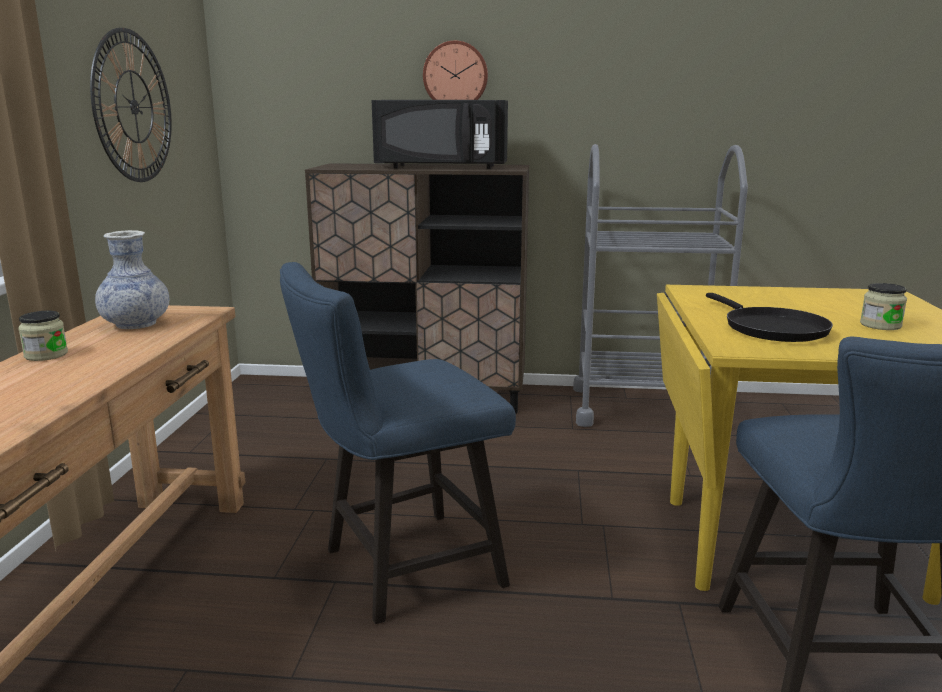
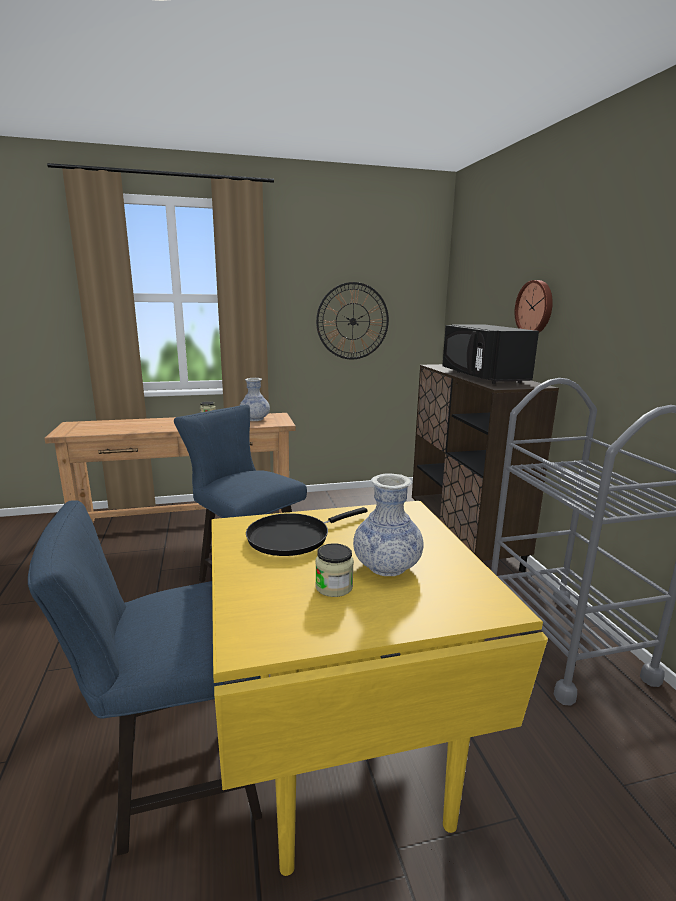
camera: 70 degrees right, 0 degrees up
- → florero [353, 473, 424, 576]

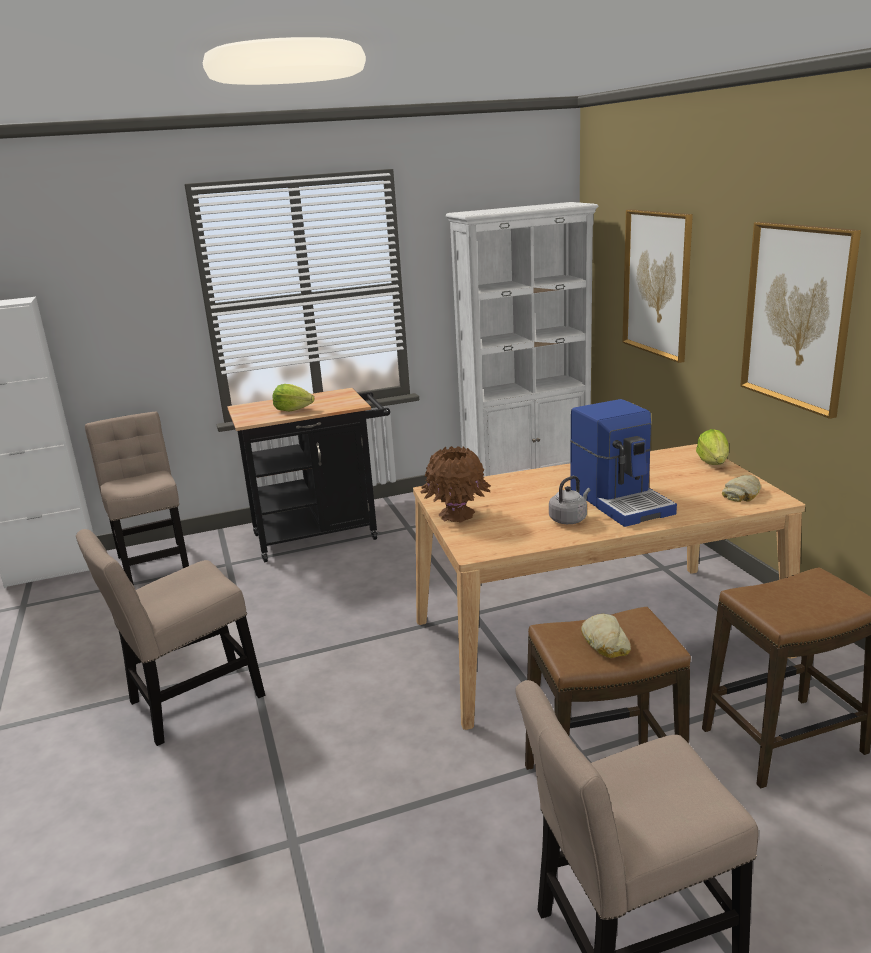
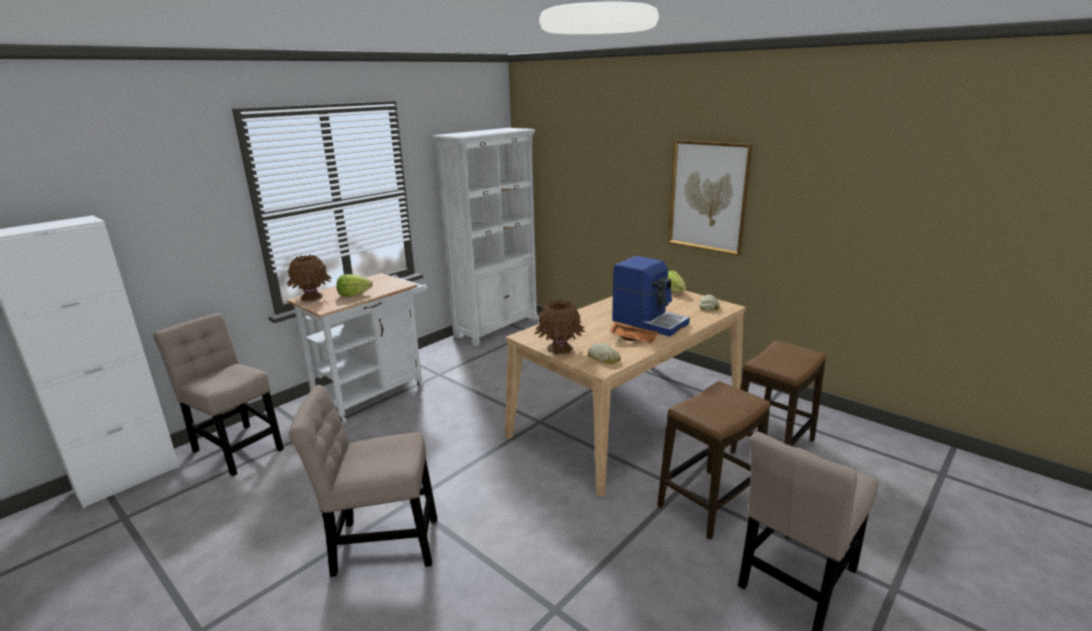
camera: 30 degrees left, 0 degrees up
cuadro [622, 209, 693, 363] → -
carrito (negro) [227, 388, 390, 562] → carrito (blanco) [287, 273, 428, 424]
hervidor (gris) [549, 476, 590, 524] → bandeja (naranja) [609, 322, 658, 343]
silla (beis) [76, 529, 265, 746] → silla (beis) [289, 385, 437, 577], 60 degrees clockwise
pan [581, 614, 631, 658] → pan [588, 343, 621, 364], moved
- → florero (marrón) [286, 254, 331, 301]

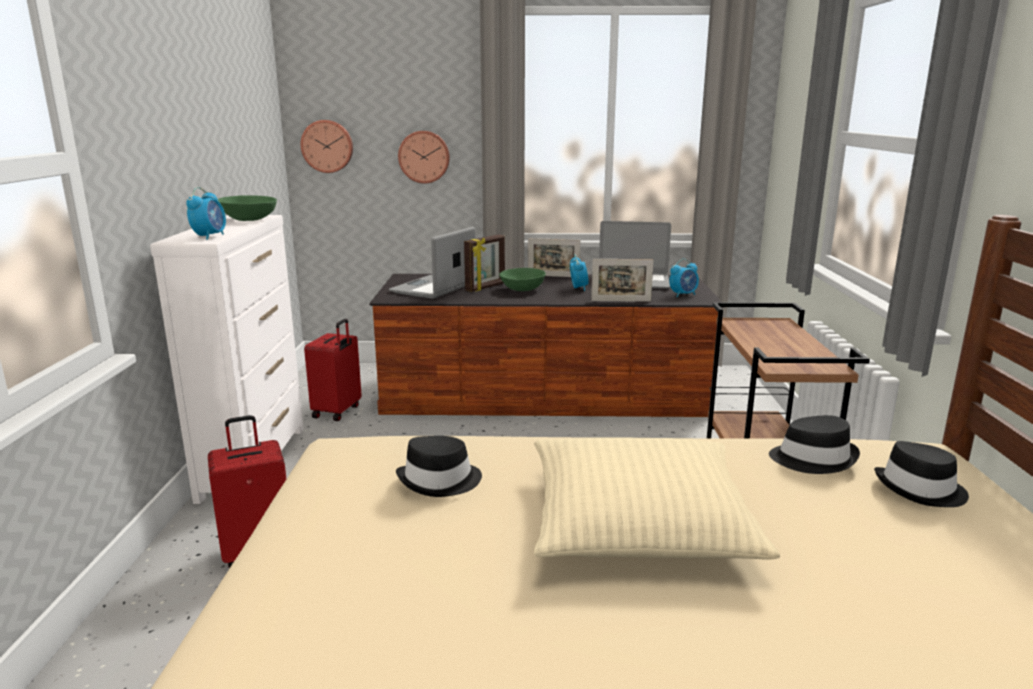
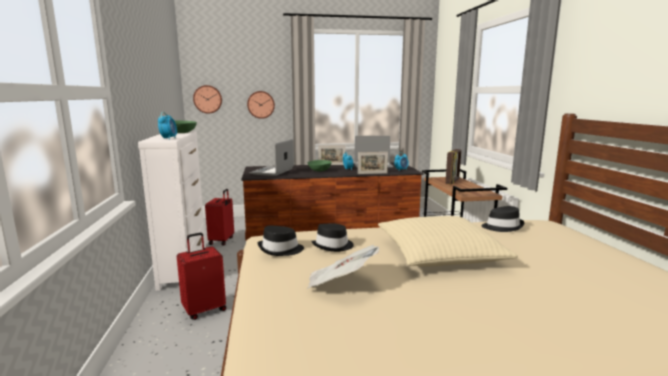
camera: 10 degrees left, 5 degrees down
portarretratos [464, 235, 505, 292] → portarretratos [445, 149, 461, 184], moved
sombrero (negro) [874, 441, 969, 507] → sombrero (negro) [258, 226, 304, 256], moved
- → periódico [307, 245, 380, 289]

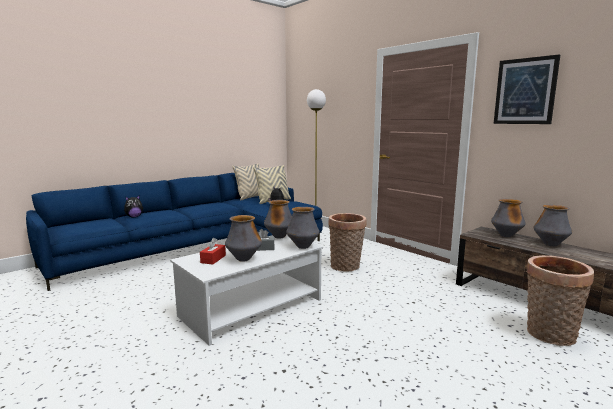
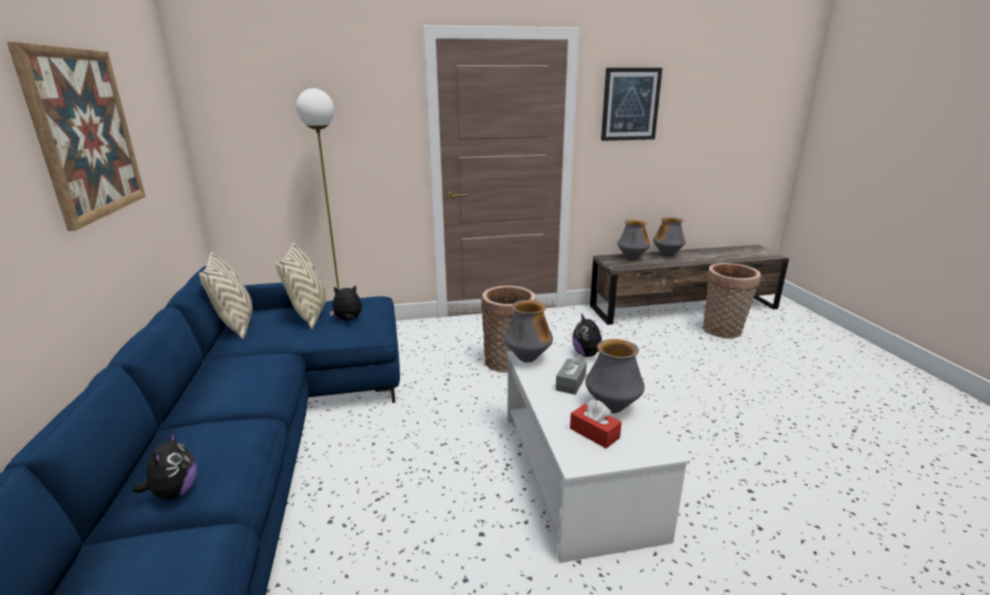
camera: 60 degrees left, 10 degrees up
florero [286, 207, 320, 249] → peluche [572, 313, 602, 357]
- → cuadro [7, 42, 146, 231]

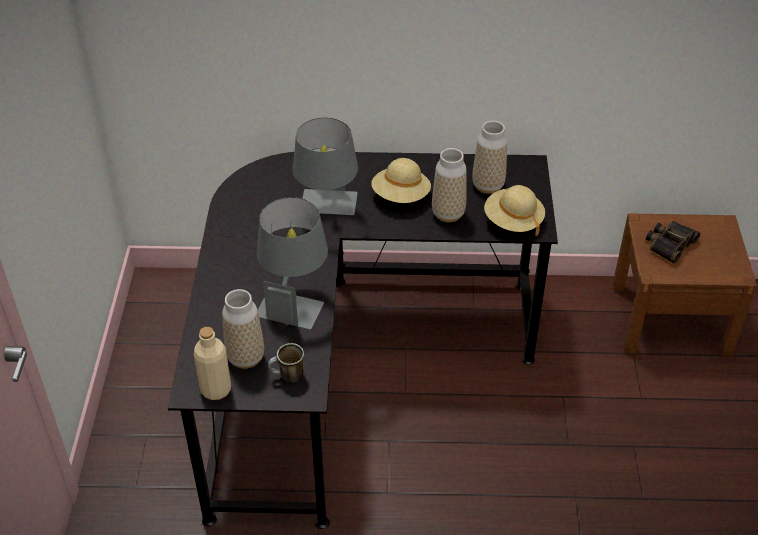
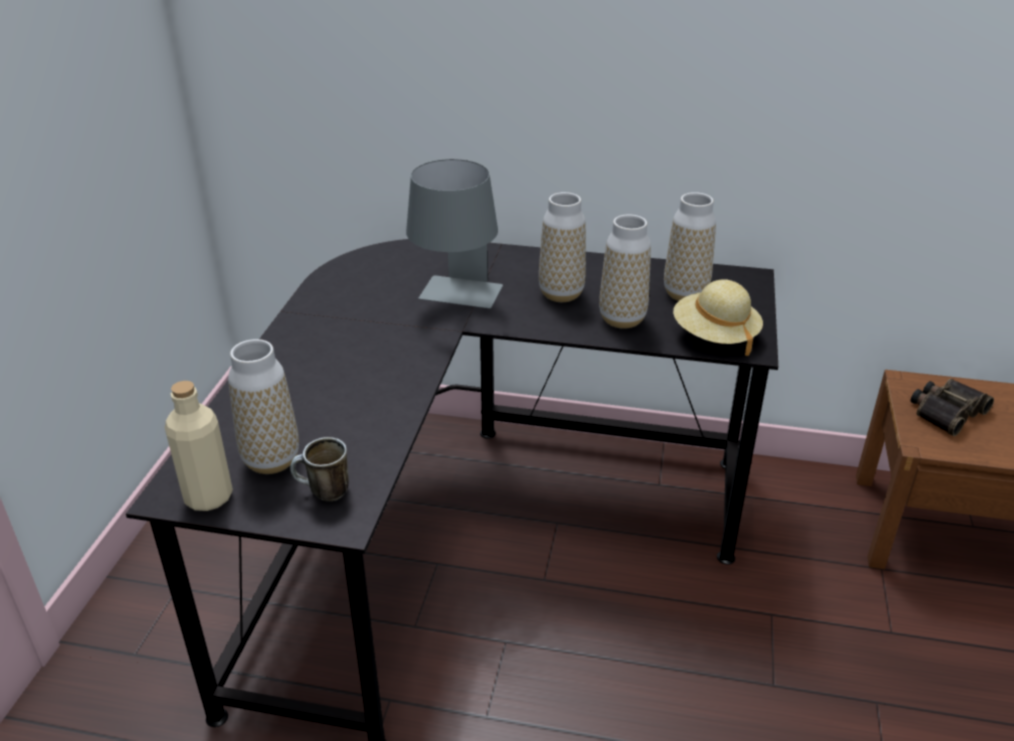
camera: 10 degrees right, 10 degrees down
sombrero (beis) [371, 158, 431, 203] → florero [539, 192, 586, 302]
lámpara de mesa (gris) [257, 197, 328, 330] → -

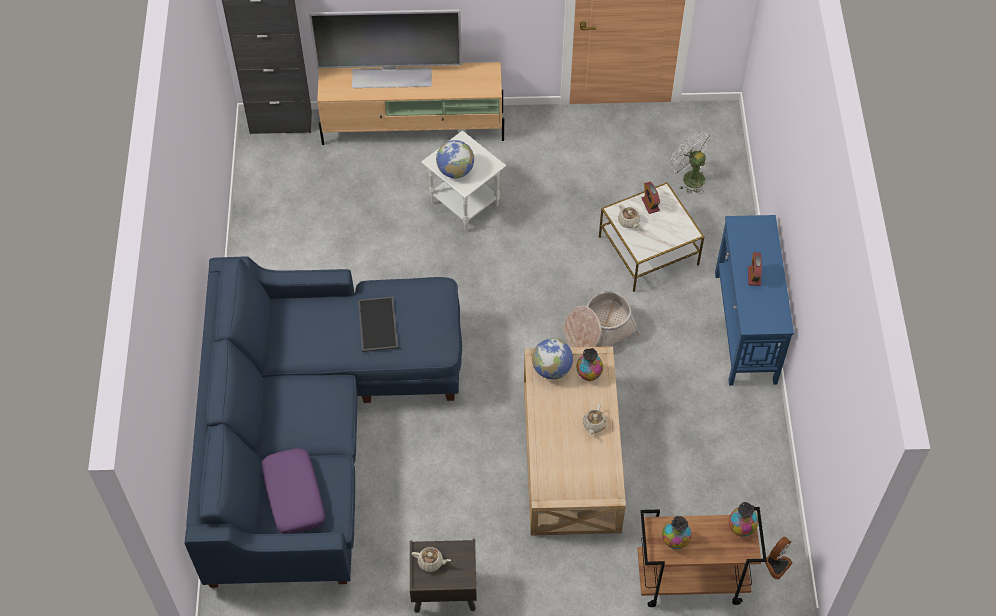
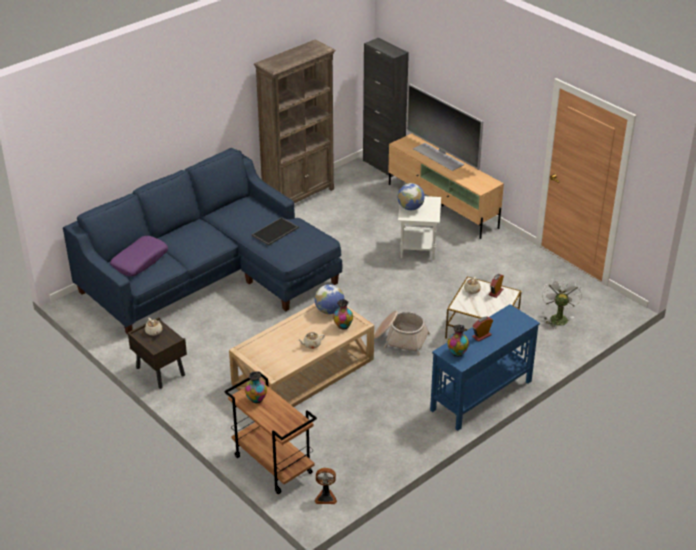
camera: 50 degrees right, 20 degrees down
florero [729, 502, 758, 536] → florero [448, 324, 469, 357], moved
- → estantería (marrón) [254, 40, 336, 203]

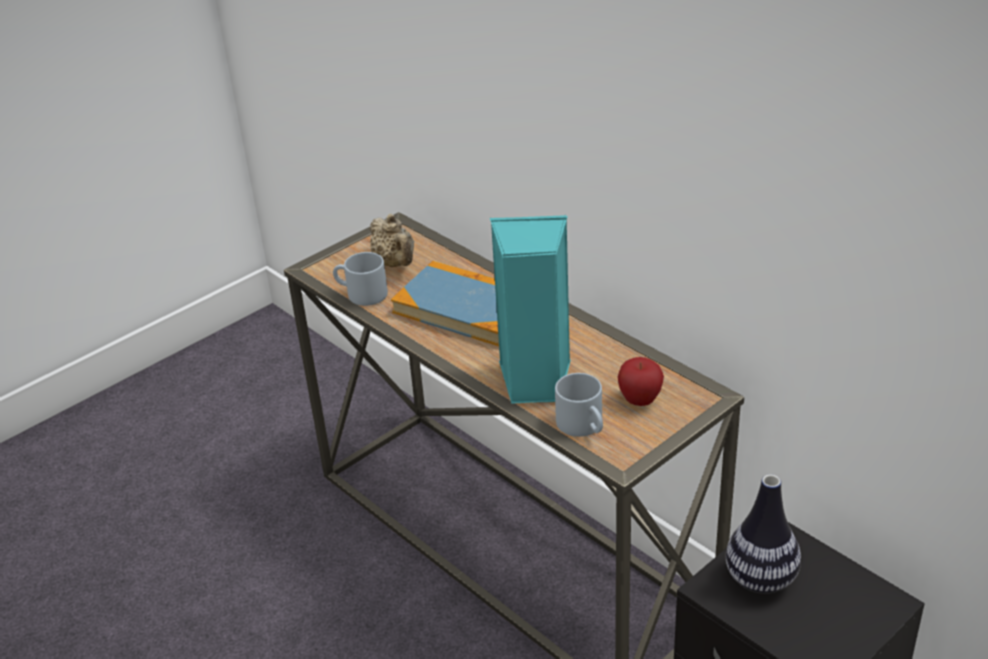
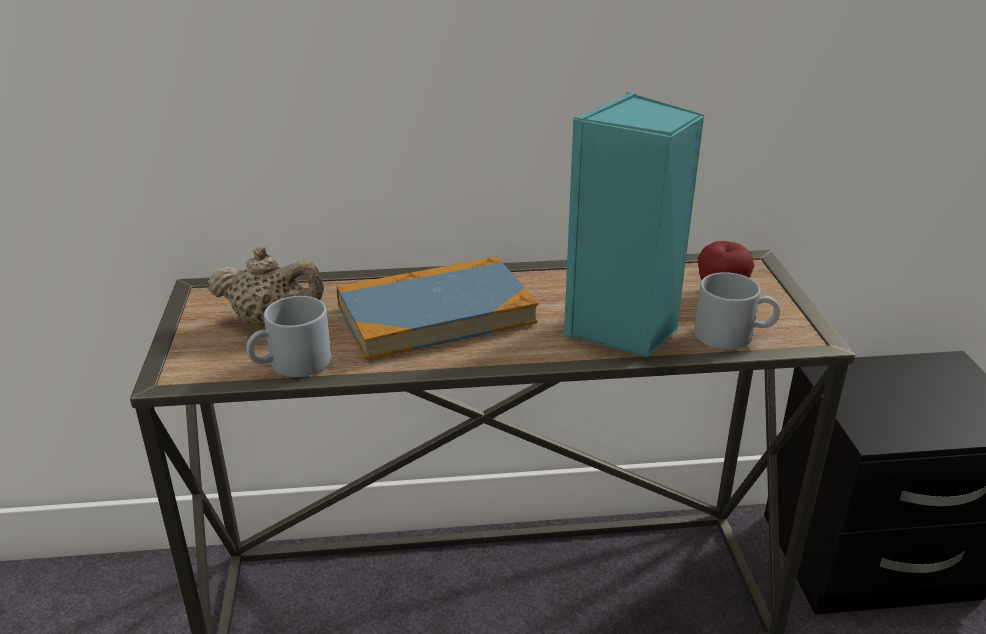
camera: 55 degrees left, 5 degrees down
florero [726, 474, 801, 594] → -

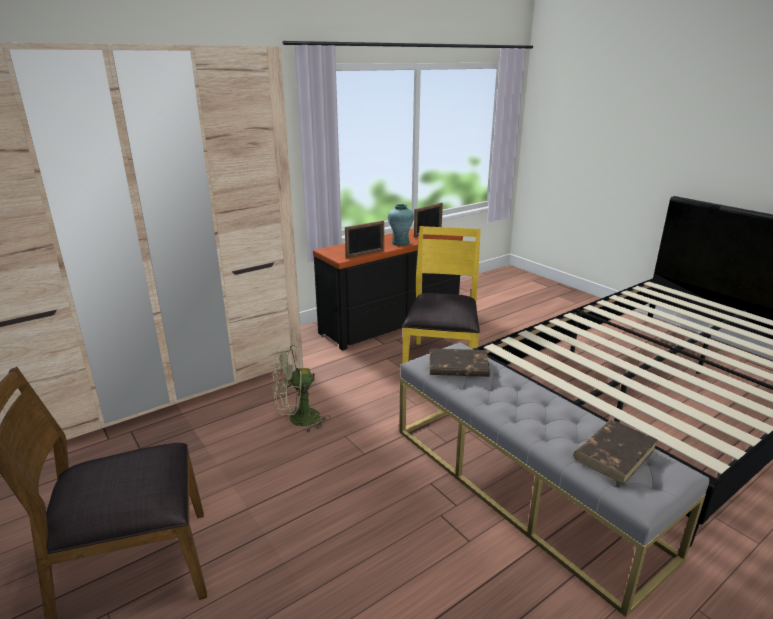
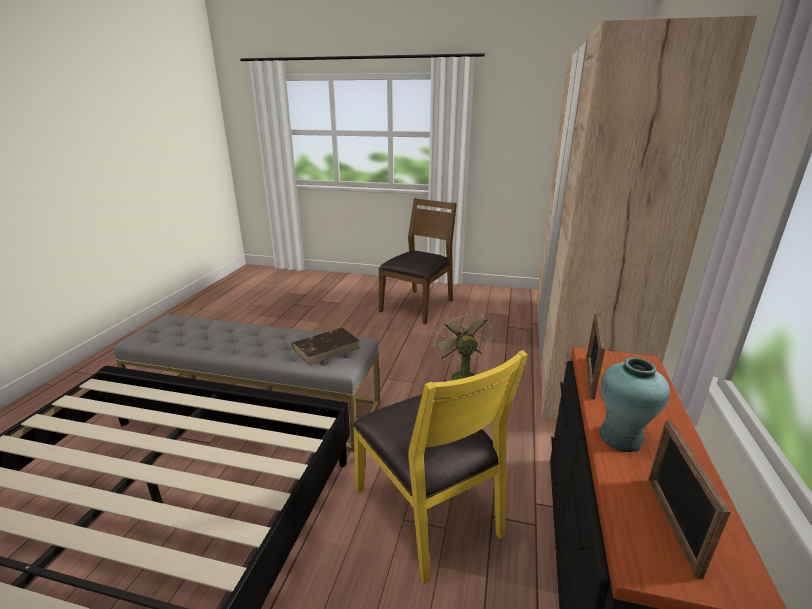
camera: 140 degrees right, 0 degrees up
ventilador (verde) [272, 344, 331, 434] → ventilador (verde) [433, 309, 492, 382], 45 degrees counterclockwise
libro (marrón) [573, 420, 658, 485] → -

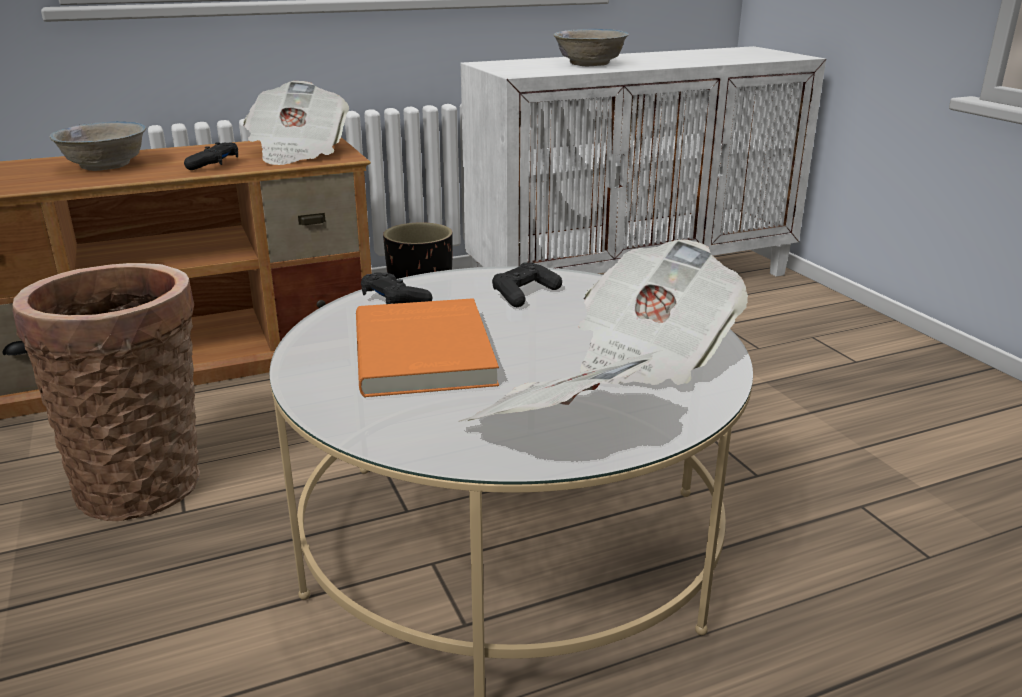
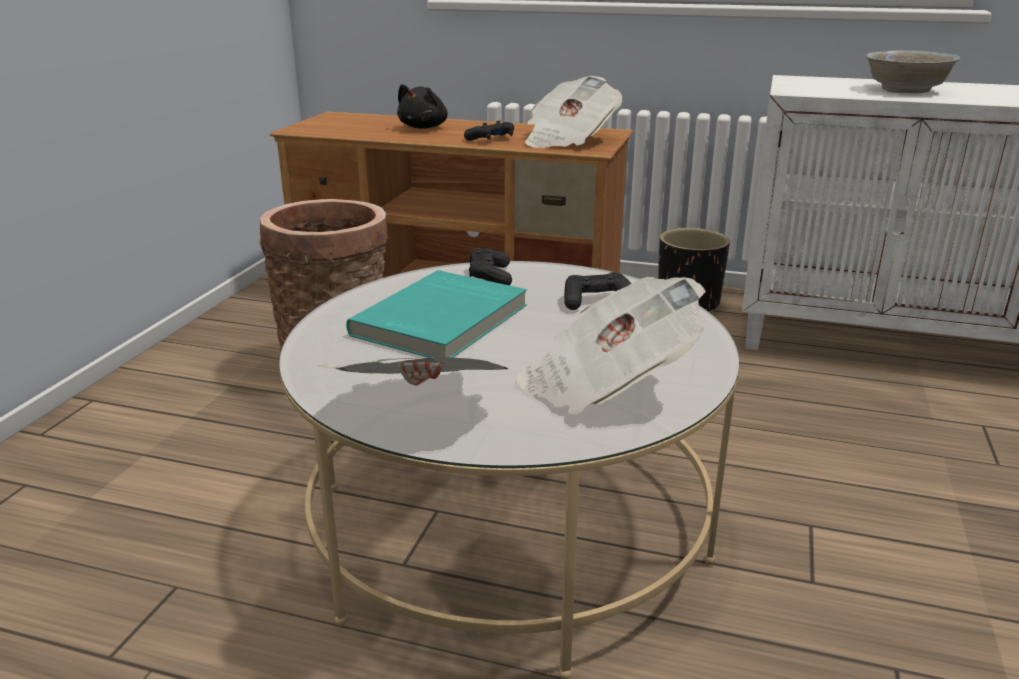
camera: 40 degrees right, 0 degrees up
cuenco (blanco) [50, 121, 146, 171] → peluche (negro) [397, 84, 448, 129]
libro (naranja) [356, 298, 499, 397] → libro (turquesa) [346, 270, 527, 358]

